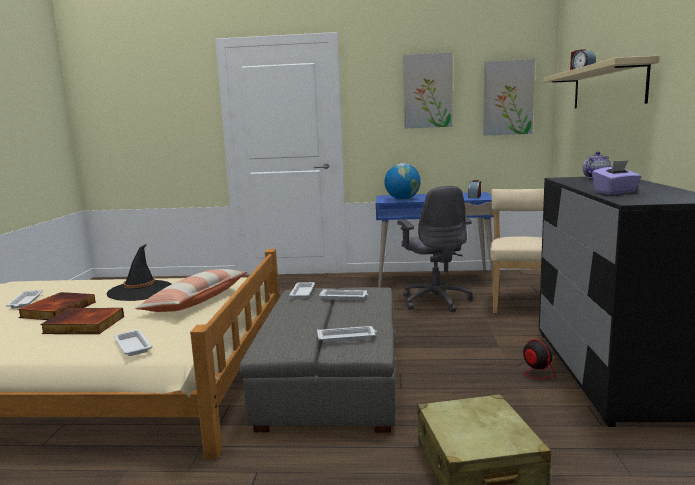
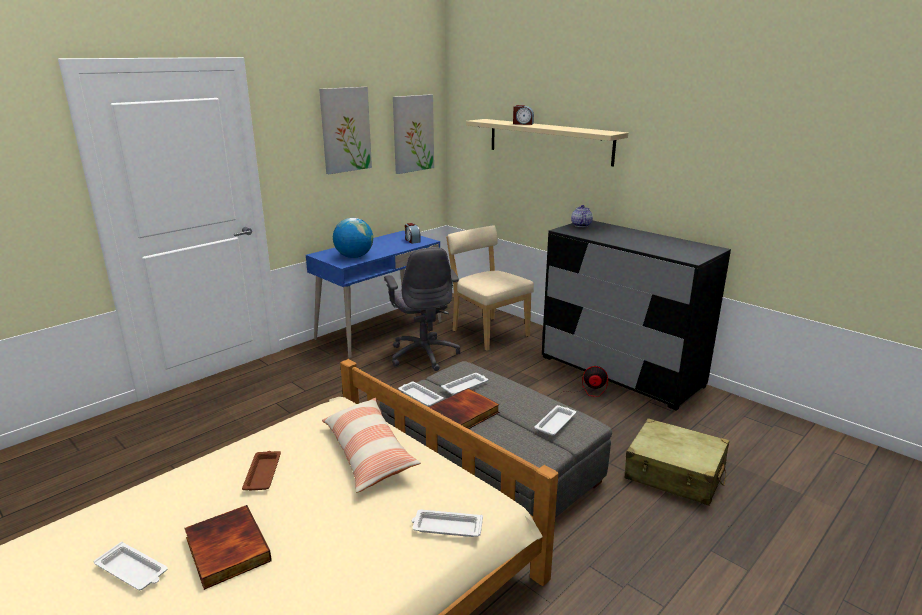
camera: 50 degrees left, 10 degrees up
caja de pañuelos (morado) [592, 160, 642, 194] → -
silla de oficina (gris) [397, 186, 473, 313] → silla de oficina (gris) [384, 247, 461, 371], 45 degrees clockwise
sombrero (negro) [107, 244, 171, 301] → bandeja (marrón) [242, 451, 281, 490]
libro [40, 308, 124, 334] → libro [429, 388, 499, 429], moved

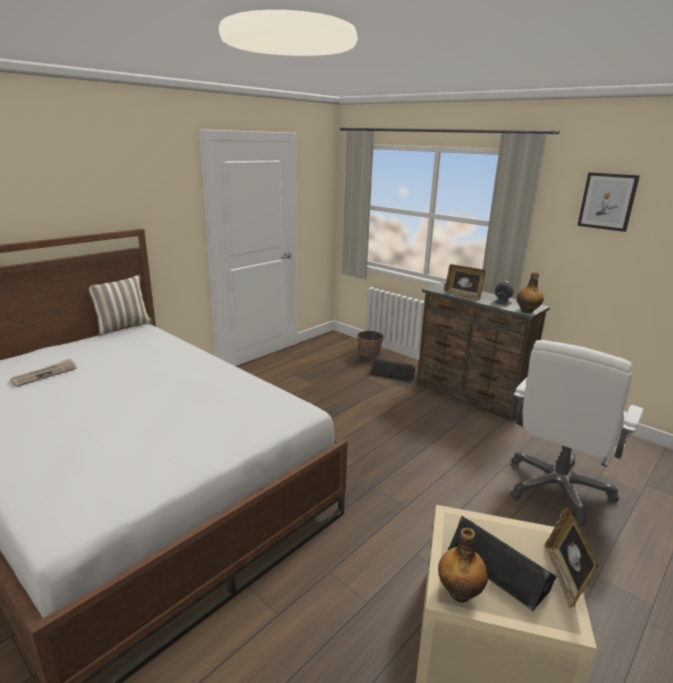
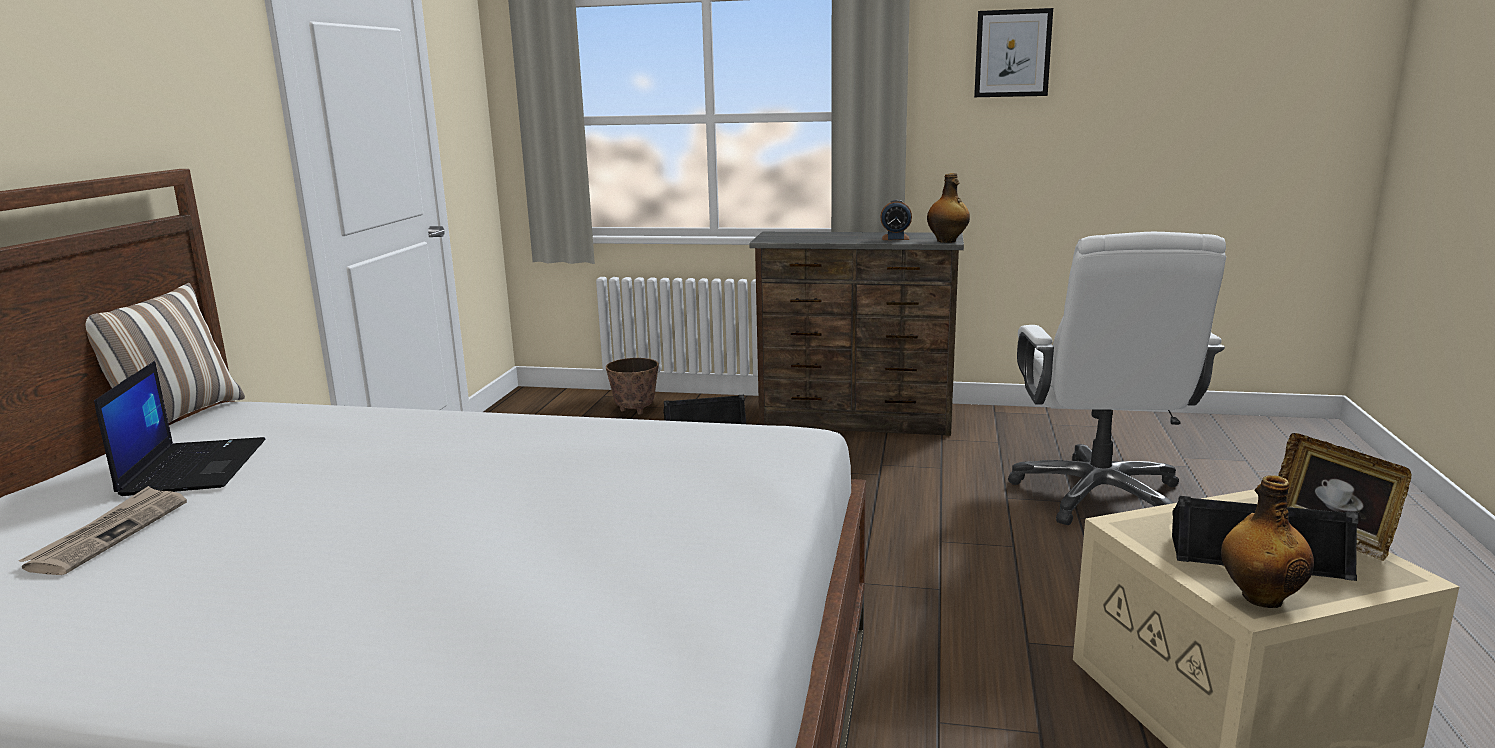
camera: 30 degrees left, 5 degrees down
portarretratos [444, 264, 486, 300] → -
- → portátil [94, 361, 266, 496]

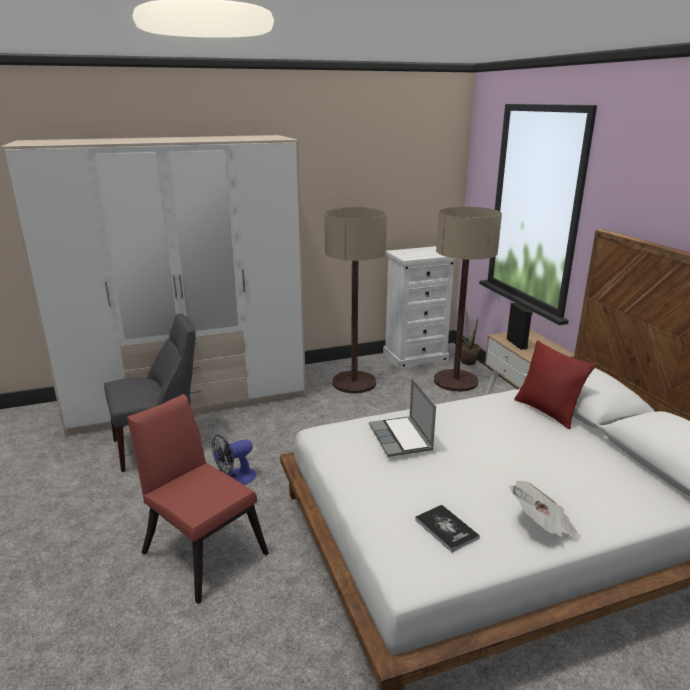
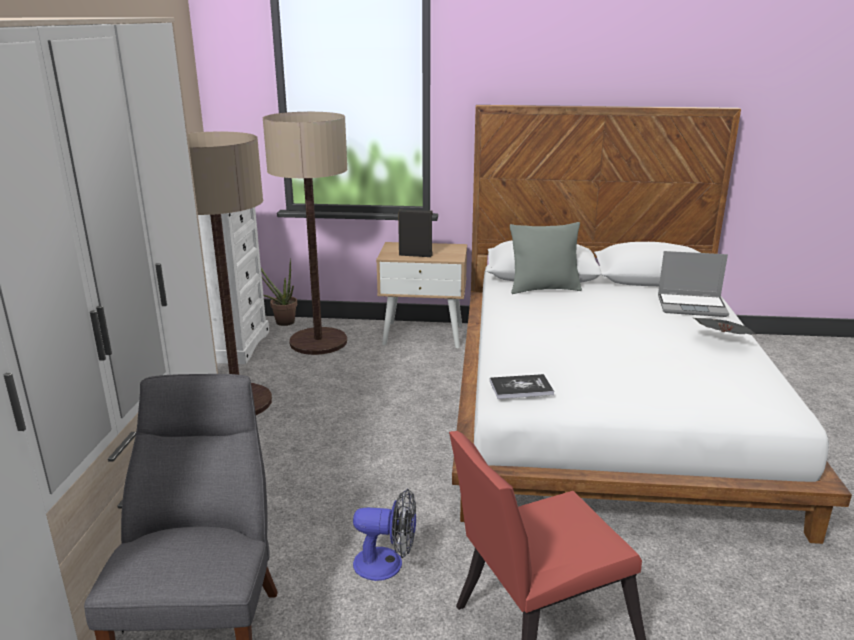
camera: 65 degrees left, 0 degrees up
cojín (rojo) [514, 340, 596, 429] → cojín (gris) [510, 222, 582, 294]
portátil [369, 378, 436, 457] → portátil [658, 251, 729, 317], moved
ventilador [212, 435, 256, 485] → ventilador [353, 489, 416, 581], 75 degrees counterclockwise
libro [415, 505, 480, 553] → libro [490, 374, 554, 399], moved

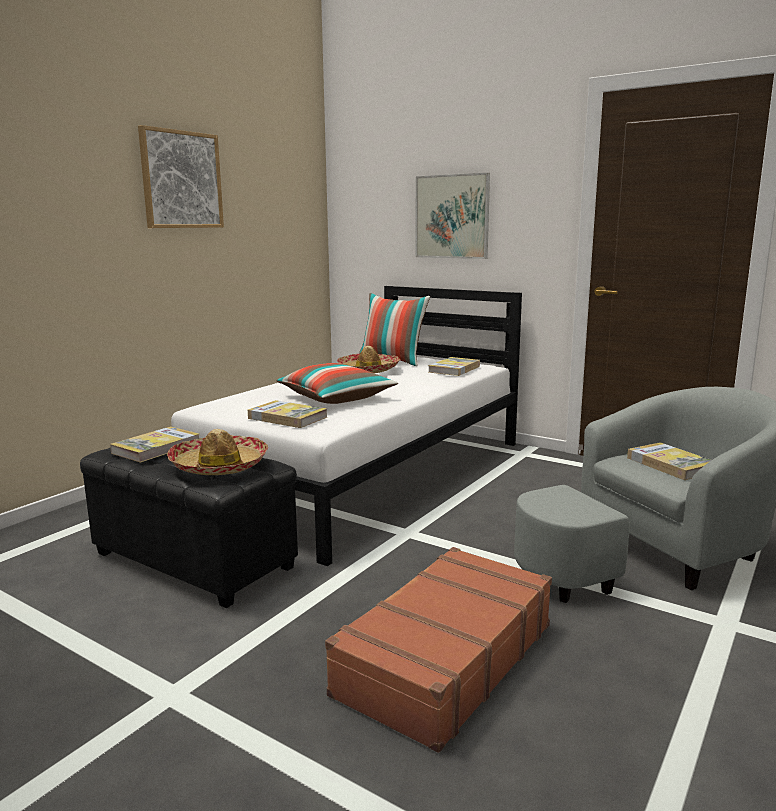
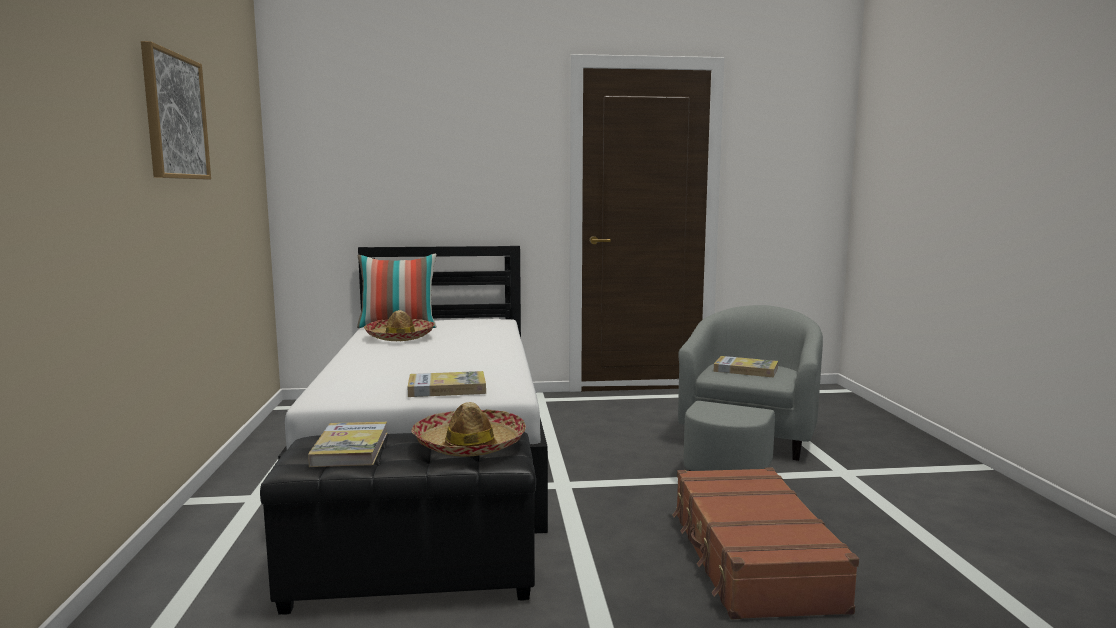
camera: 40 degrees left, 5 degrees down
cuadro [415, 173, 490, 259] → -
libro [428, 357, 480, 376] → -
cojín [276, 363, 398, 404] → -

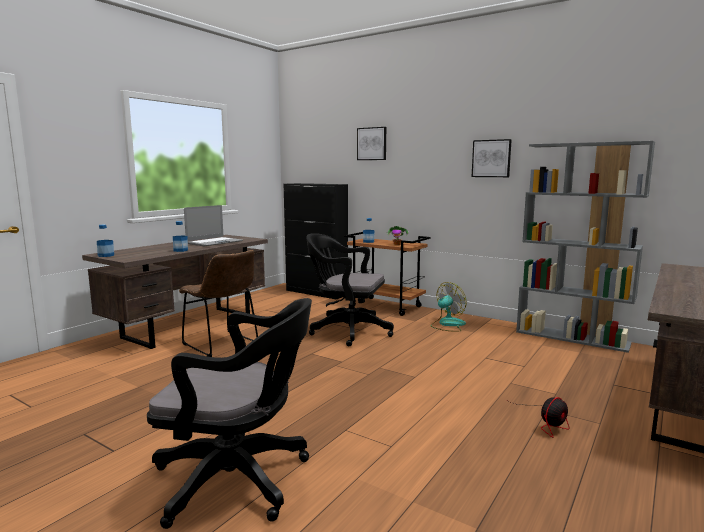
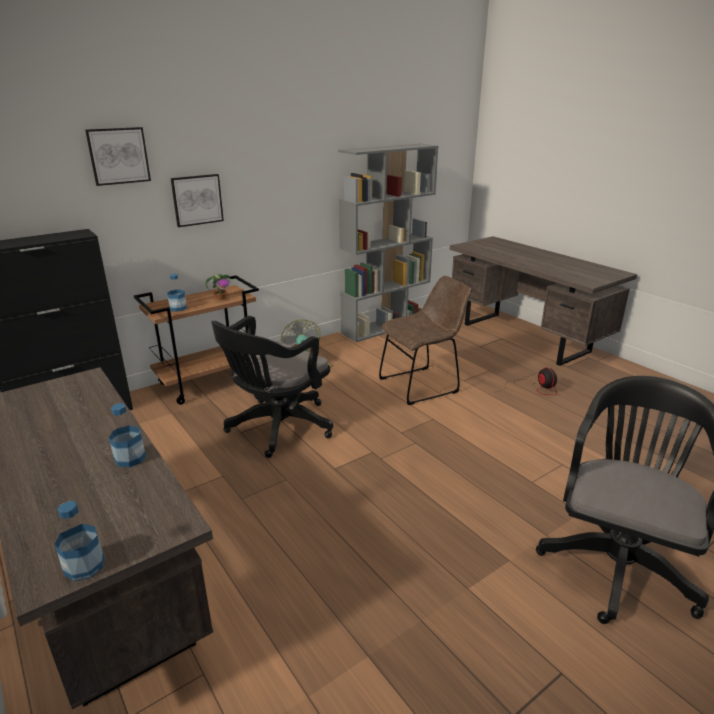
camera: 70 degrees left, 15 degrees up
cuadro [472, 139, 512, 177] → cuadro [170, 174, 224, 227], moved
portátil [184, 205, 243, 247] → -
silla (marrón) [179, 250, 258, 357] → silla (marrón) [379, 276, 471, 405], moved

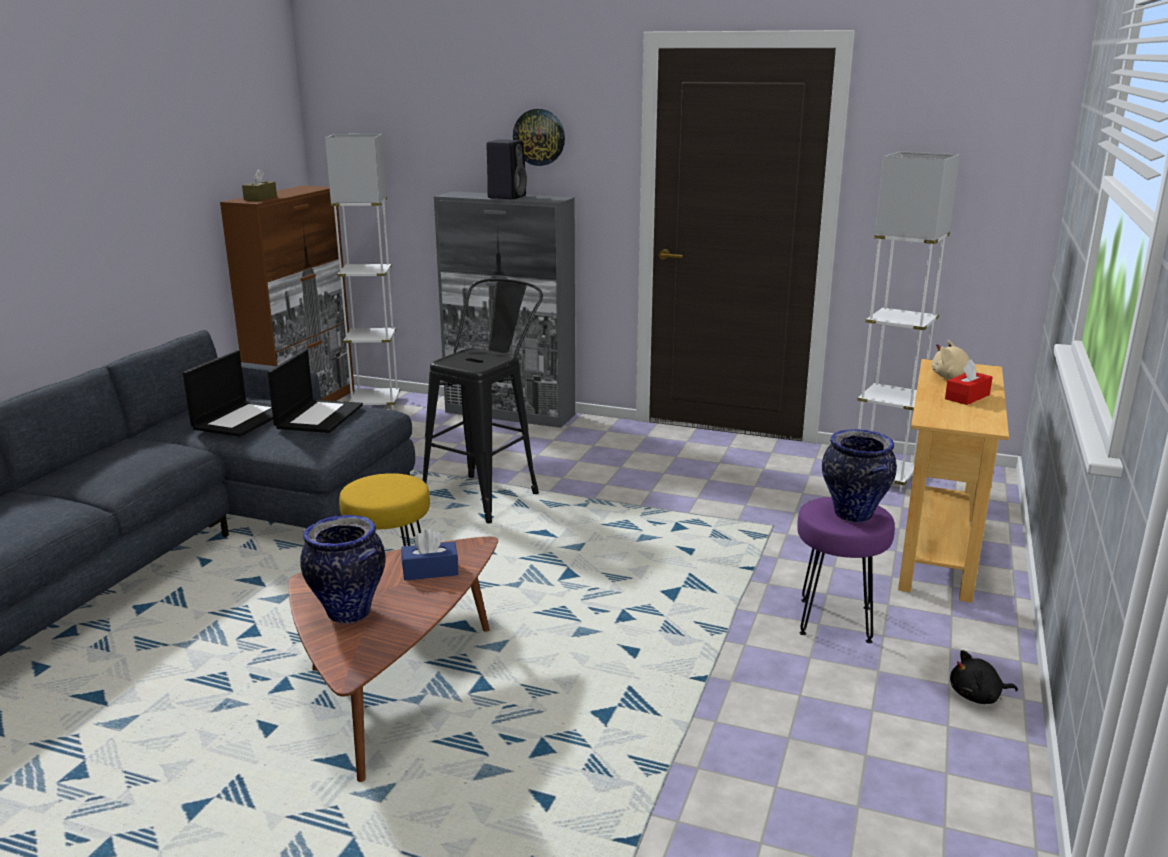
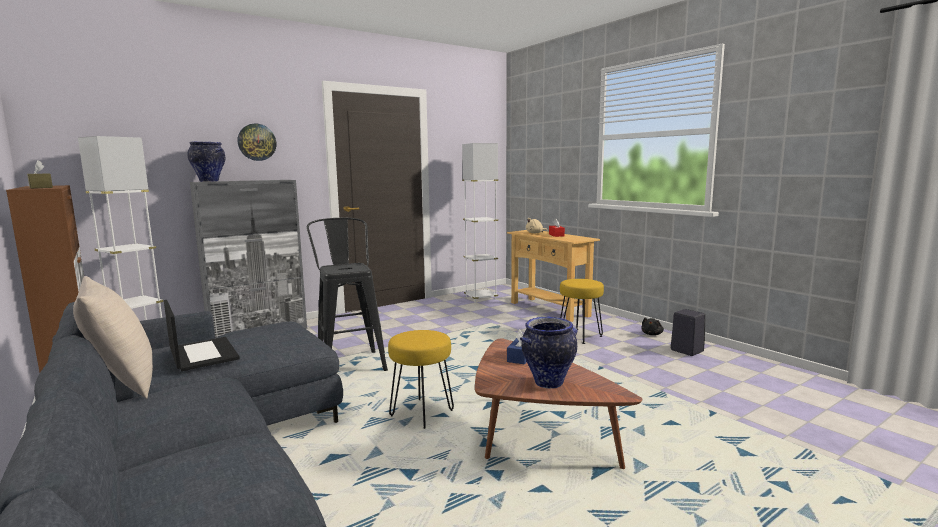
camera: 55 degrees left, 10 degrees down
altavoz (negro) [486, 140, 527, 199] → altavoz (negro) [671, 309, 705, 356], moved
portátil [268, 349, 363, 433] → -
florero [822, 429, 897, 522] → florero [188, 142, 225, 182], moved
taburete (morado) [797, 497, 895, 643] → taburete (amarillo) [560, 279, 604, 344]
- → cojín (beis) [73, 276, 153, 399]

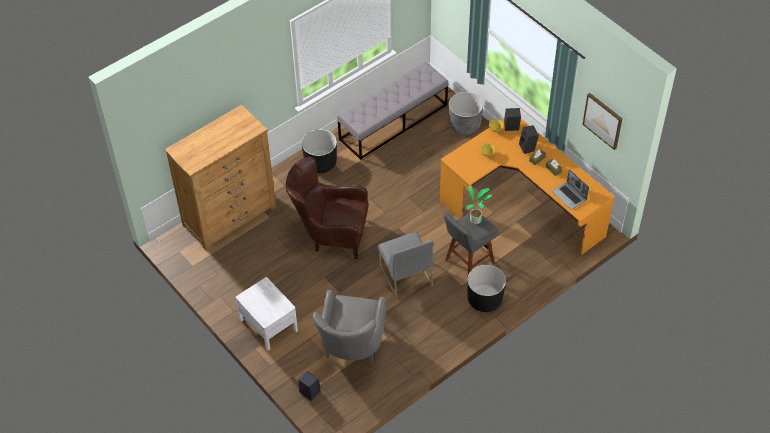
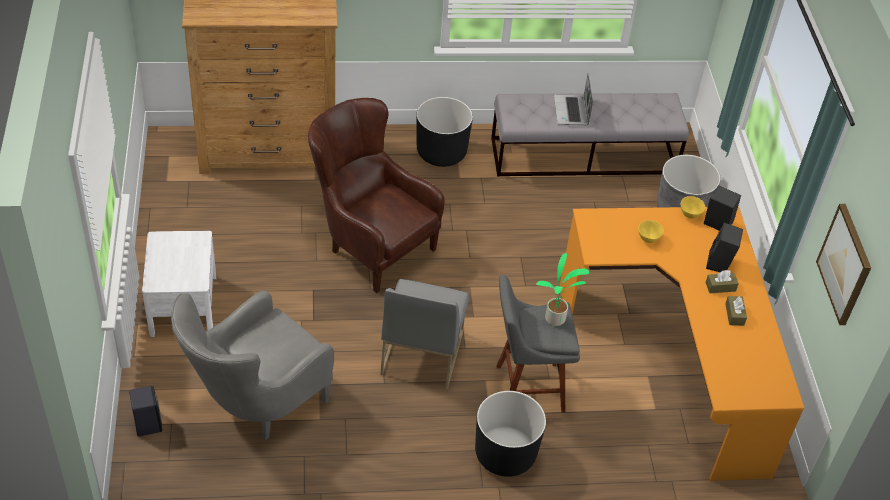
camera: 30 degrees right, 5 degrees down
portátil [552, 169, 589, 210] → portátil [554, 74, 593, 126], moved

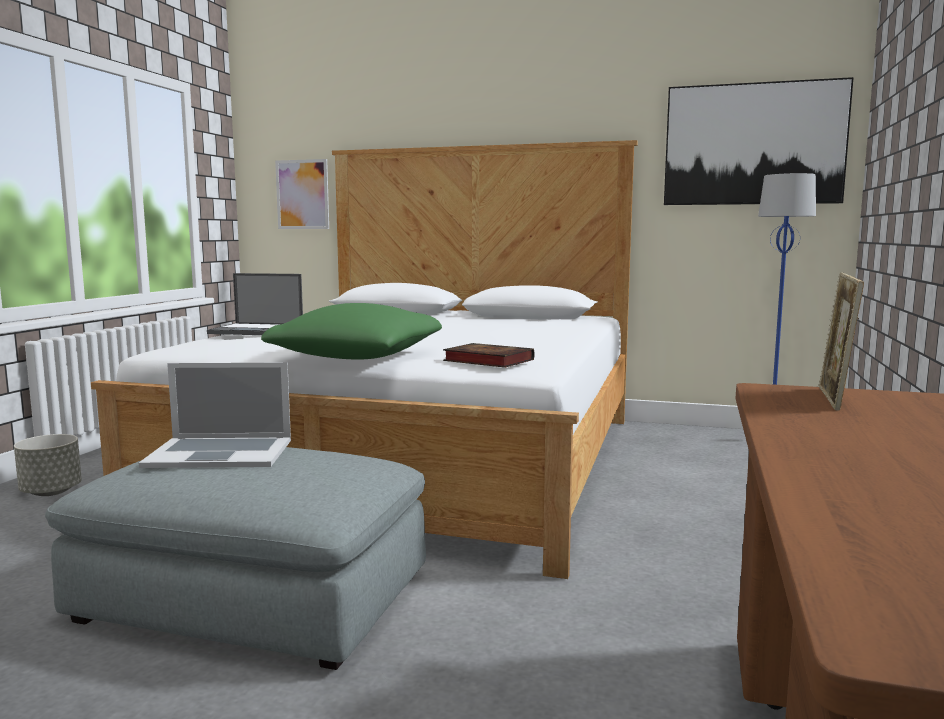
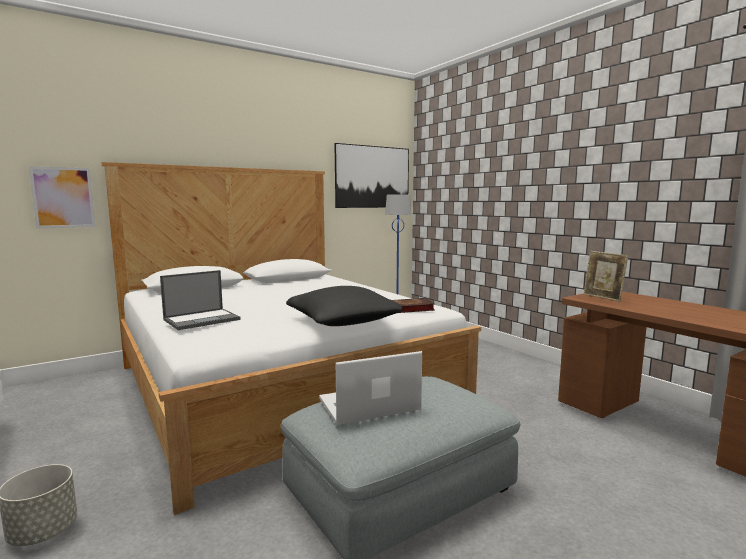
camera: 50 degrees left, 0 degrees up
cojín (verde) [261, 303, 442, 360] → cojín (negro) [286, 286, 403, 326]
portátil [139, 363, 291, 468] → portátil [319, 351, 422, 425], 150 degrees counterclockwise

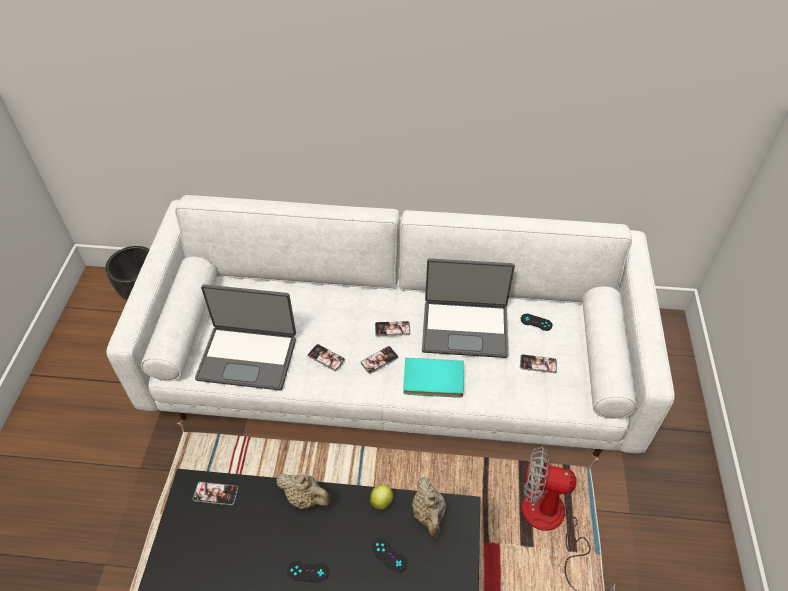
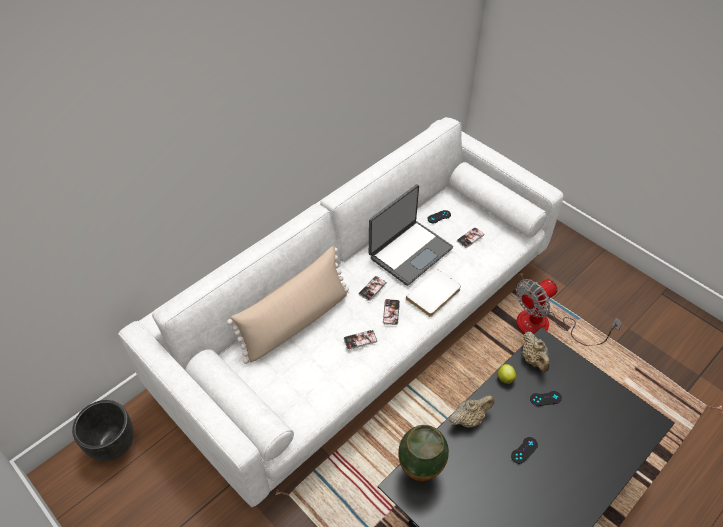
camera: 50 degrees left, 0 degrees up
portátil [195, 284, 296, 390] → -
libro (turquesa) [403, 358, 464, 398] → libro (blanco) [406, 269, 461, 317]
tetera (beis) [412, 477, 446, 537] → tetera (beis) [522, 332, 550, 372], 45 degrees clockwise
móvil [193, 482, 238, 505] → florero [398, 425, 449, 481]
- → cojín (beis) [227, 246, 349, 364]

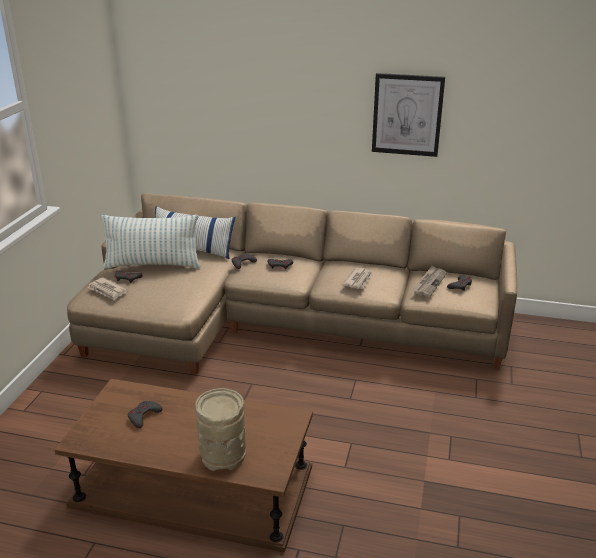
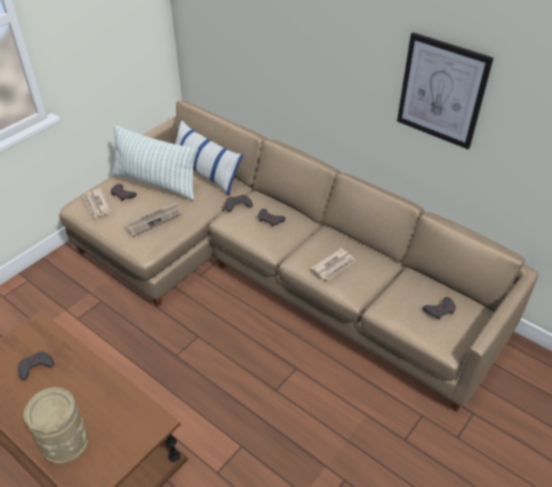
camera: 25 degrees right, 15 degrees up
periódico [412, 266, 447, 297] → periódico [125, 201, 182, 236], moved

